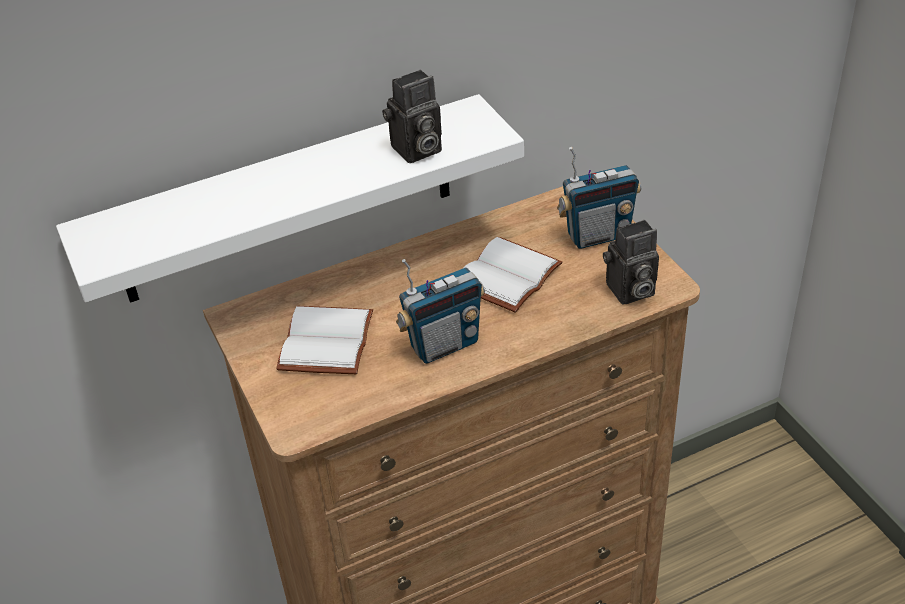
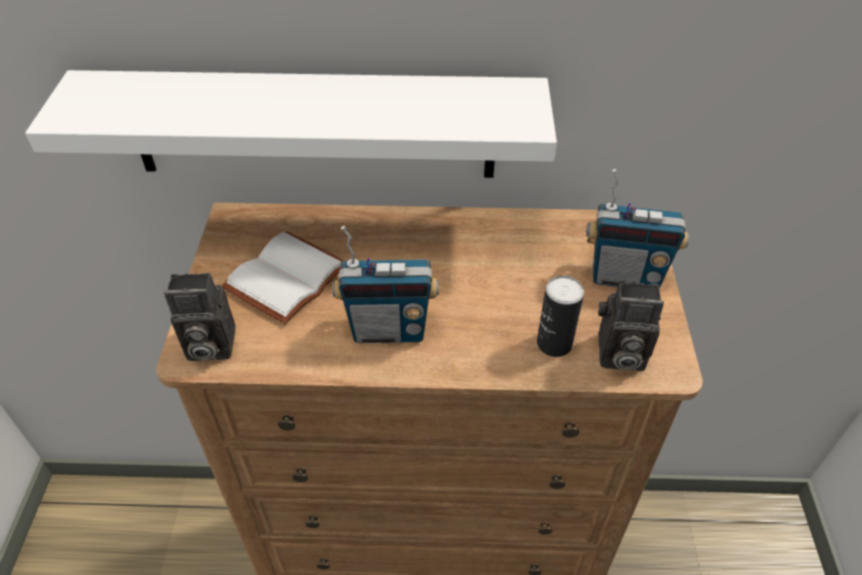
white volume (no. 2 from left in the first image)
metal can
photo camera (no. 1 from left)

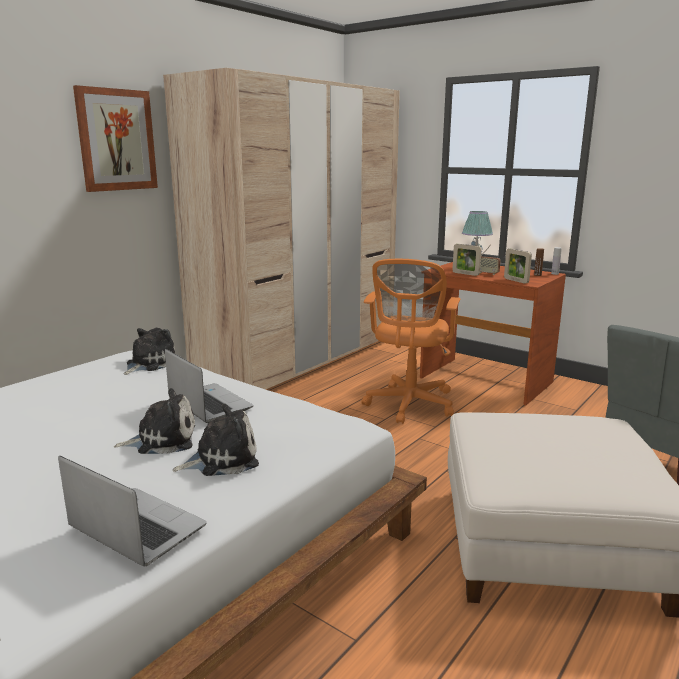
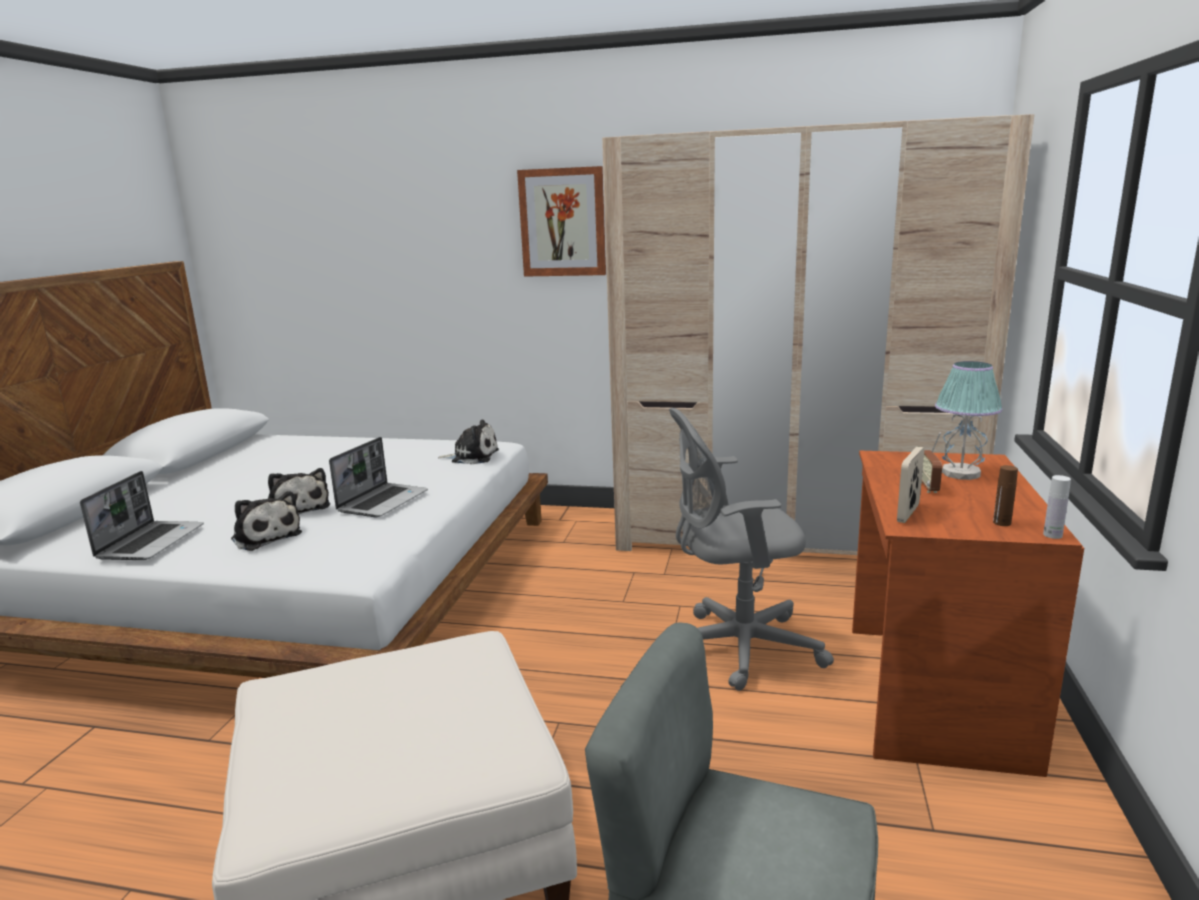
picture frame (no. 1 from left in the first image)
greyish desk chair

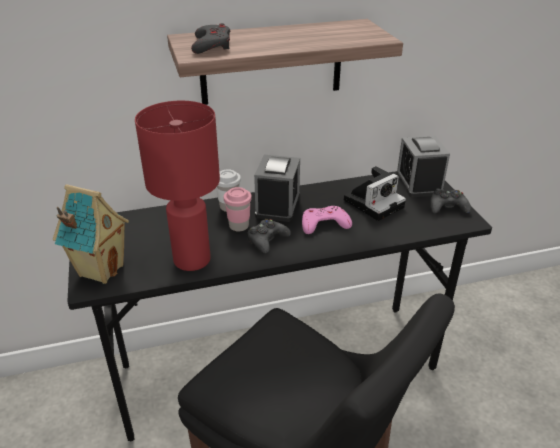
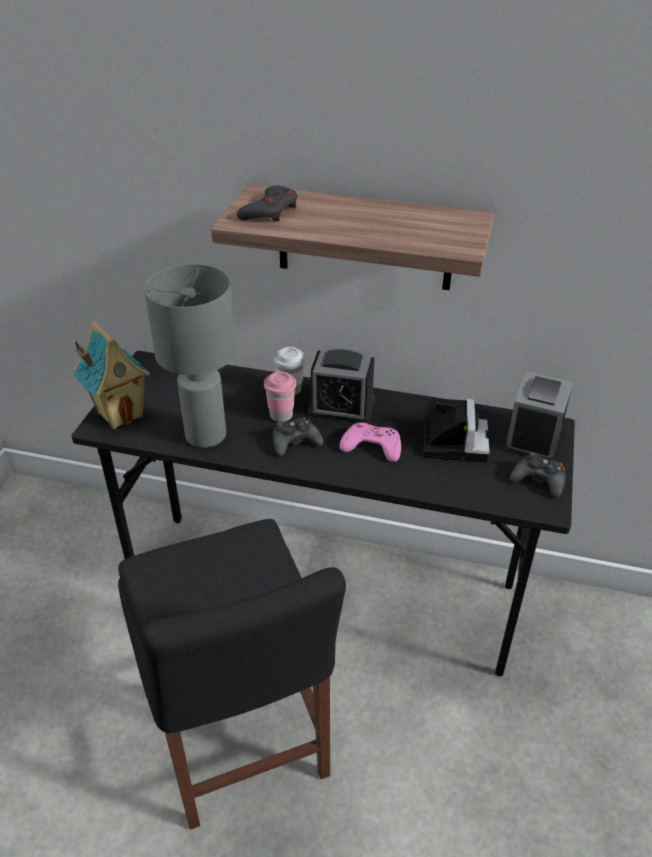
greyish tabletop lamp
table clock (no. 1 from left)
photo camera

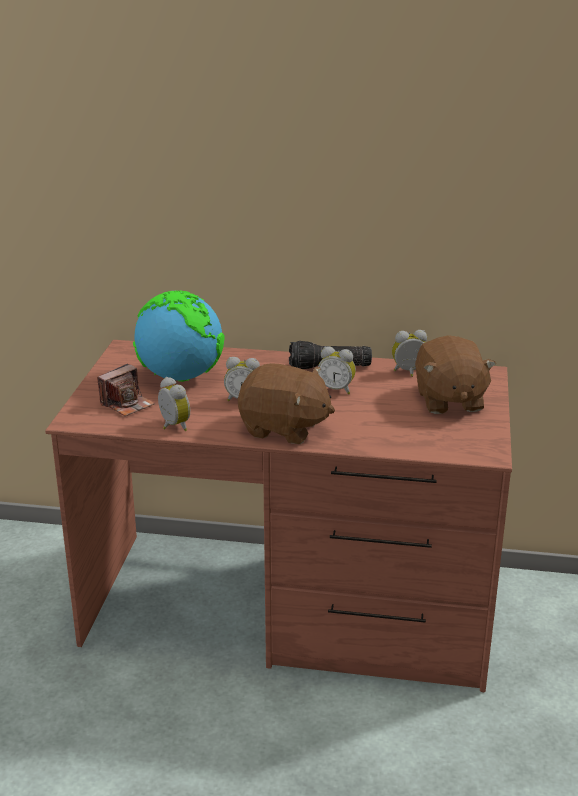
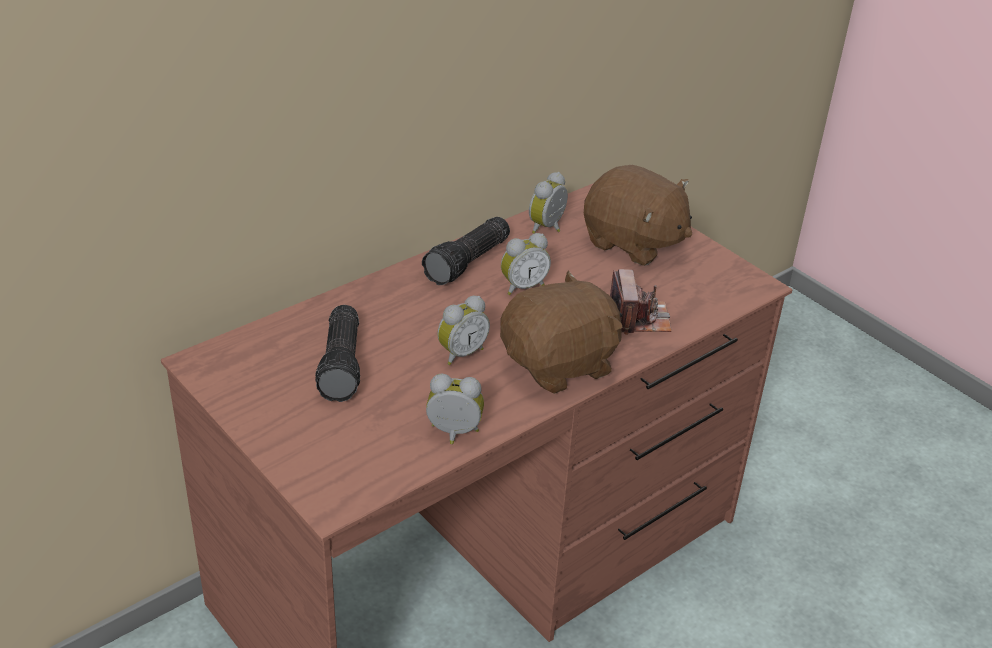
photo camera
hand torch (no. 1 from left)

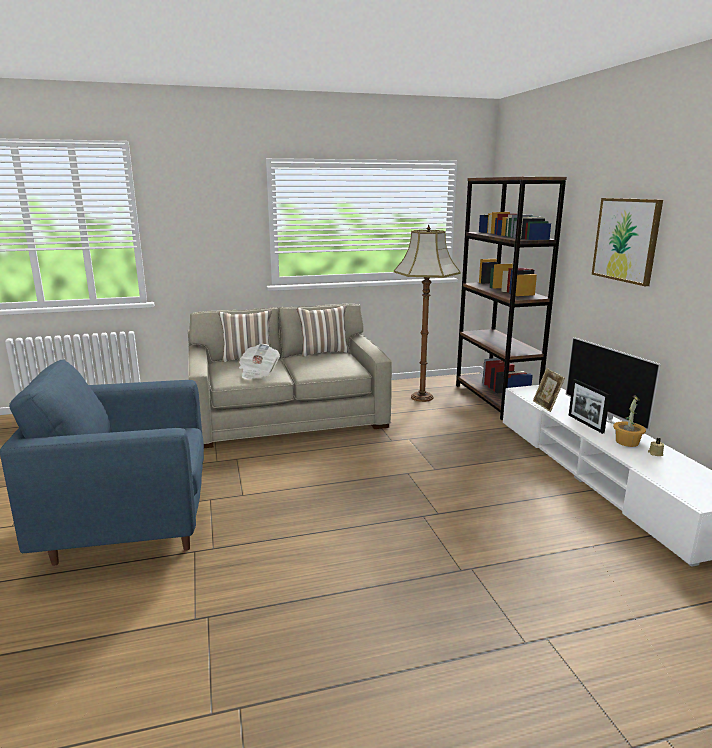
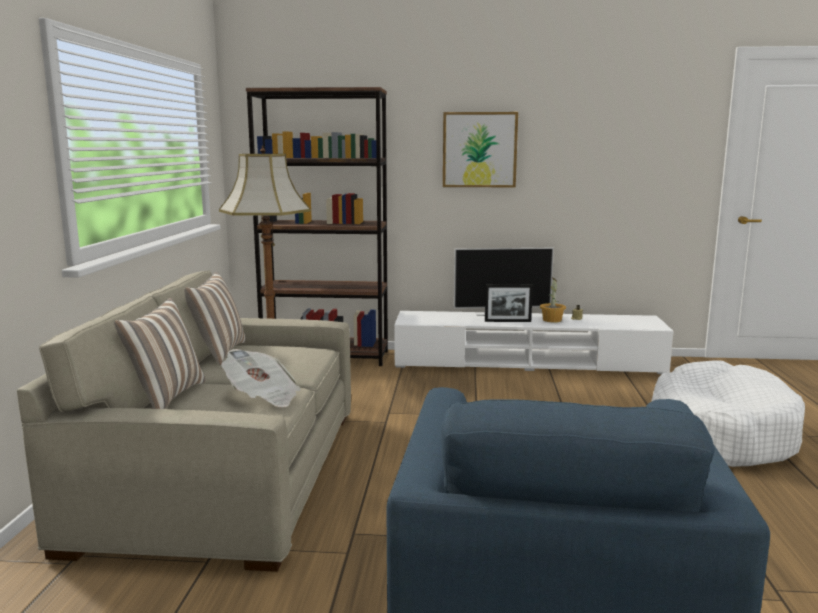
picture frame (no. 1 from left in the first image)
white dog cushion

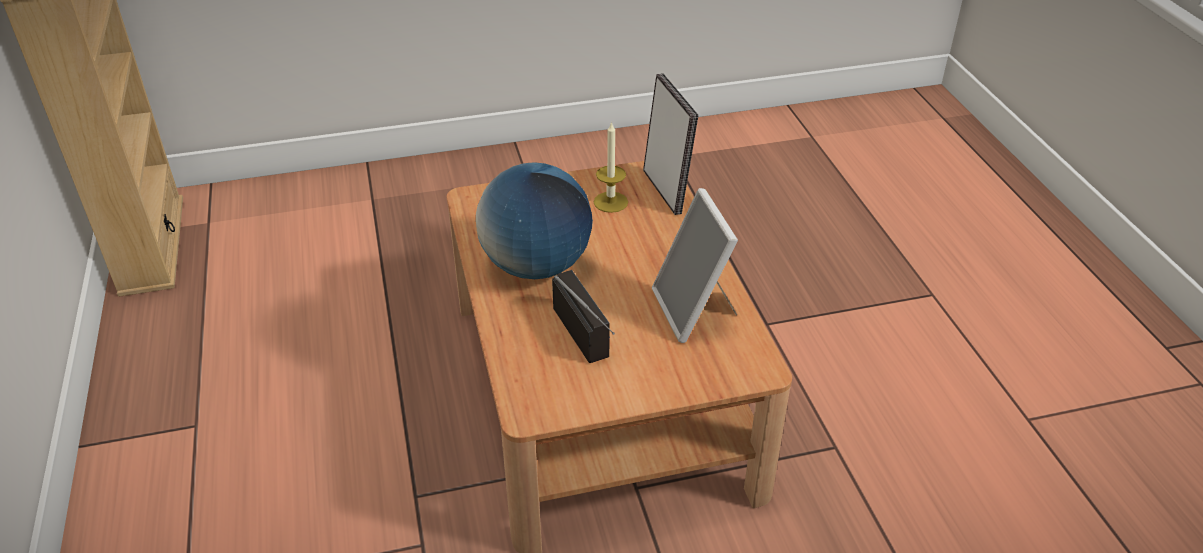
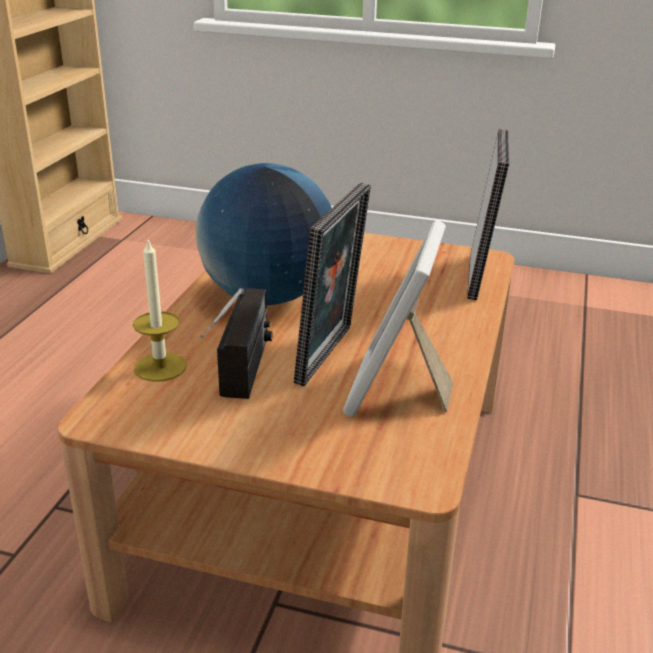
picture frame (no. 1 from left)
wax candle

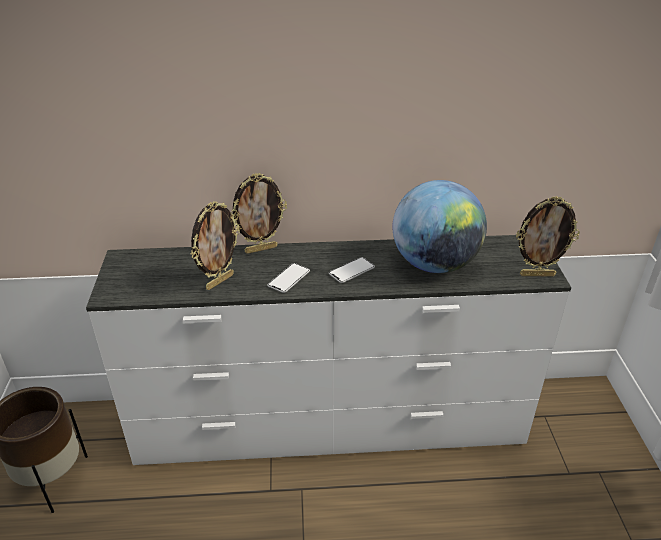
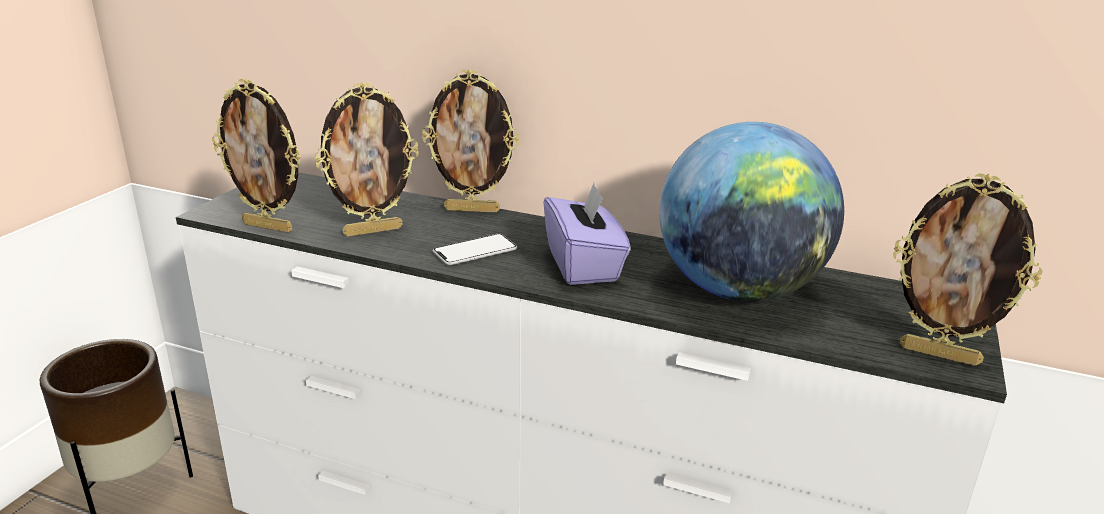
picture frame (no. 1 from left)
purple box of tissues

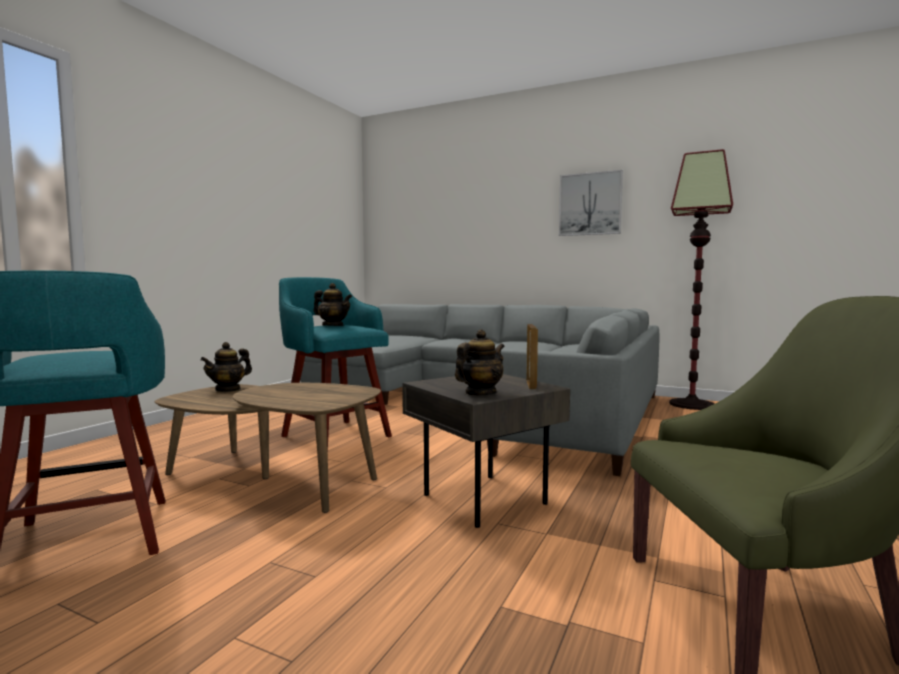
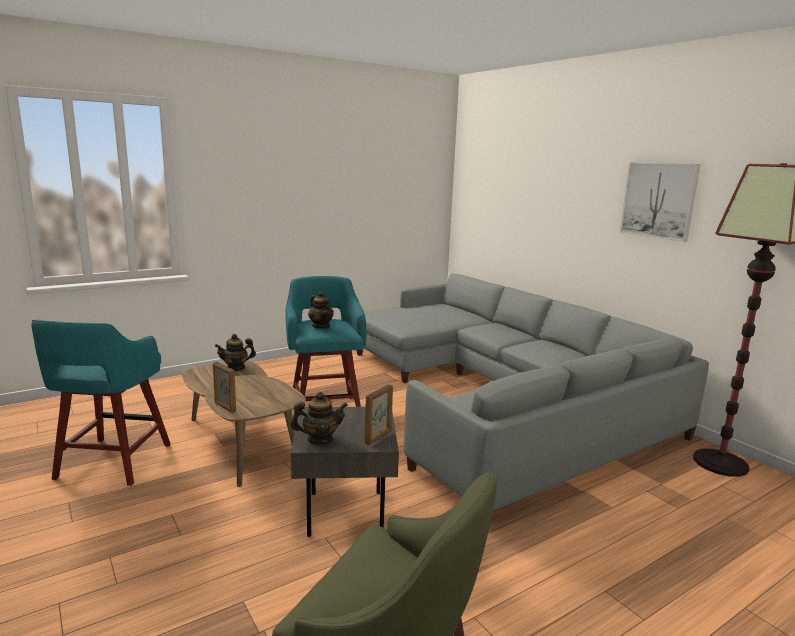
picture frame (no. 1 from left)

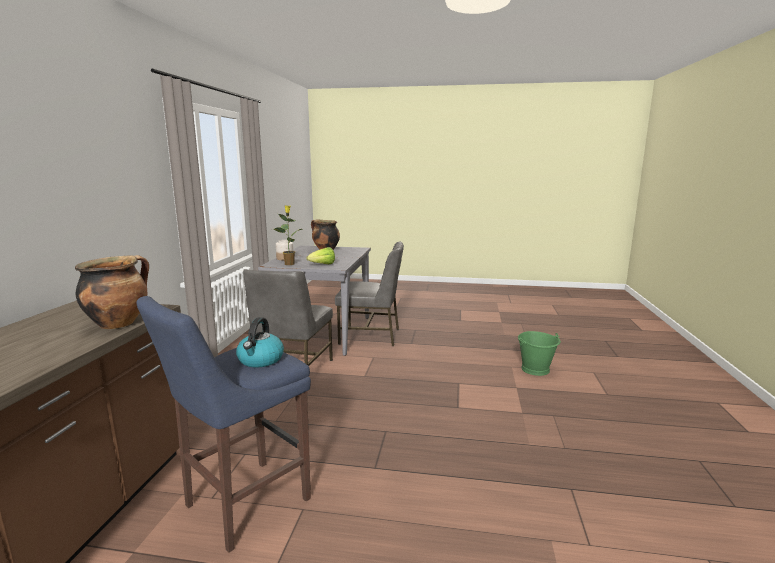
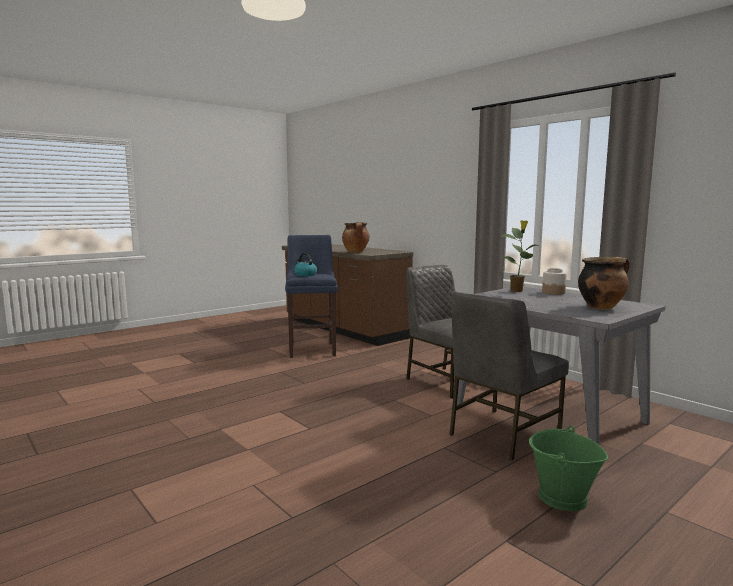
lettuce head
green-coloured water bucket

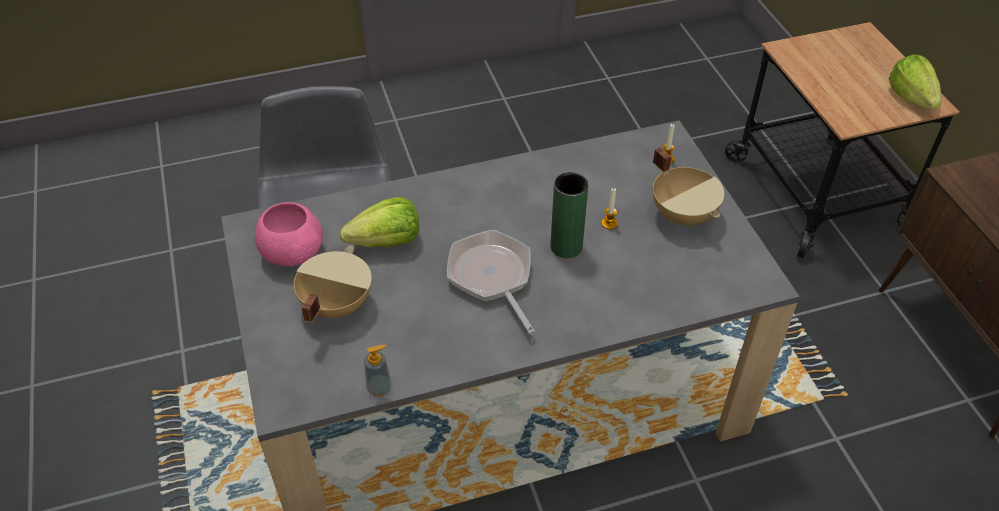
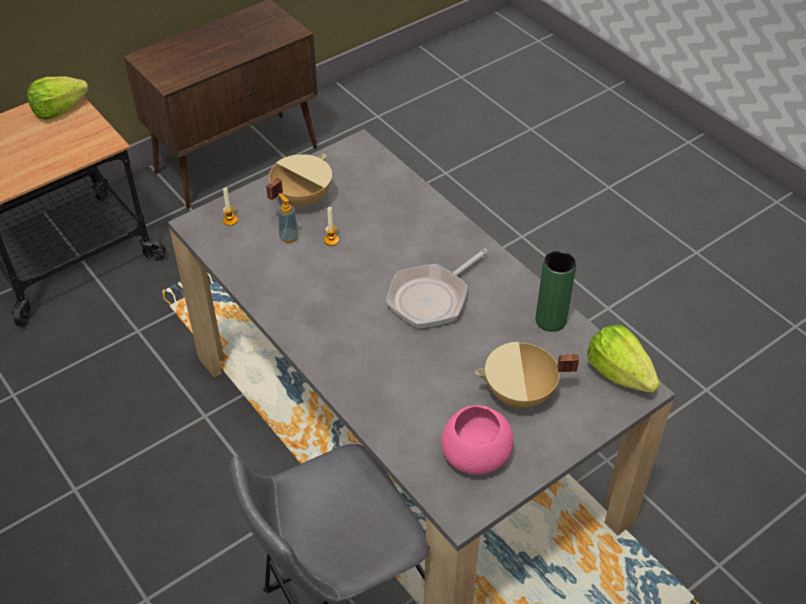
lettuce head (no. 2 from left)
liquid soap bottle
green-coloured decorative vase

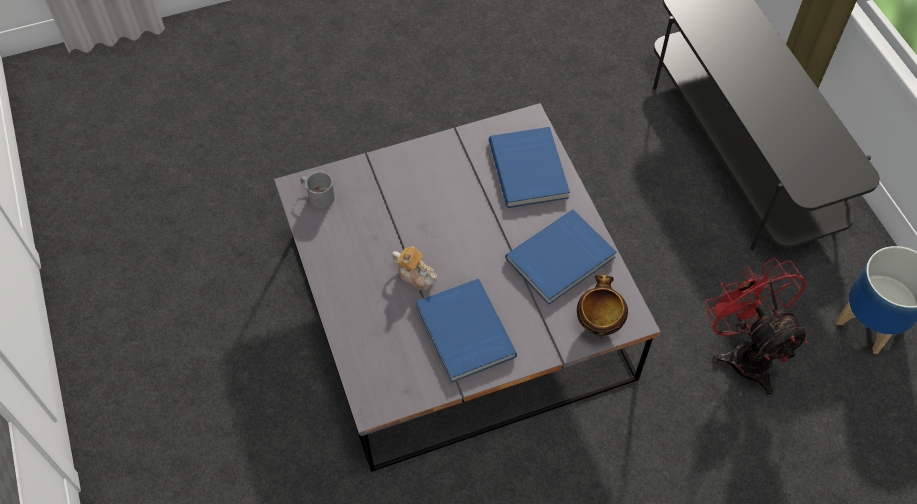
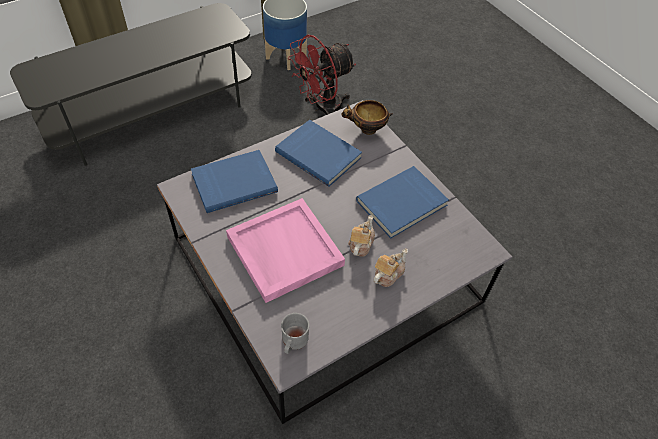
pinkish carrying tray
tea pot (no. 2 from left)

